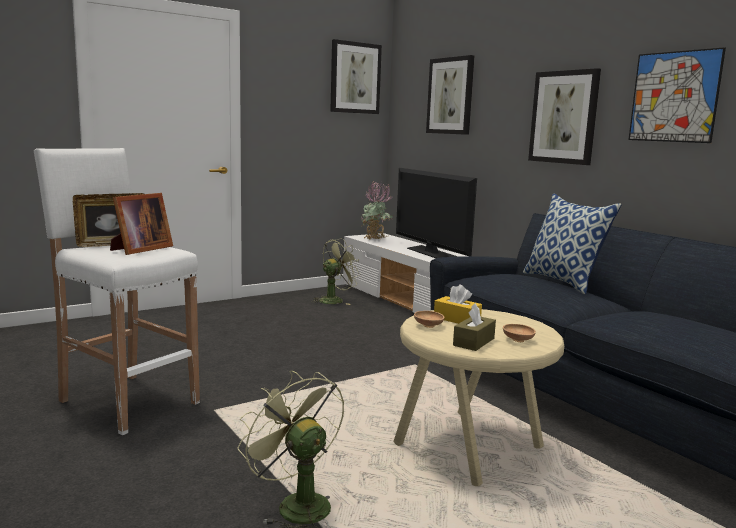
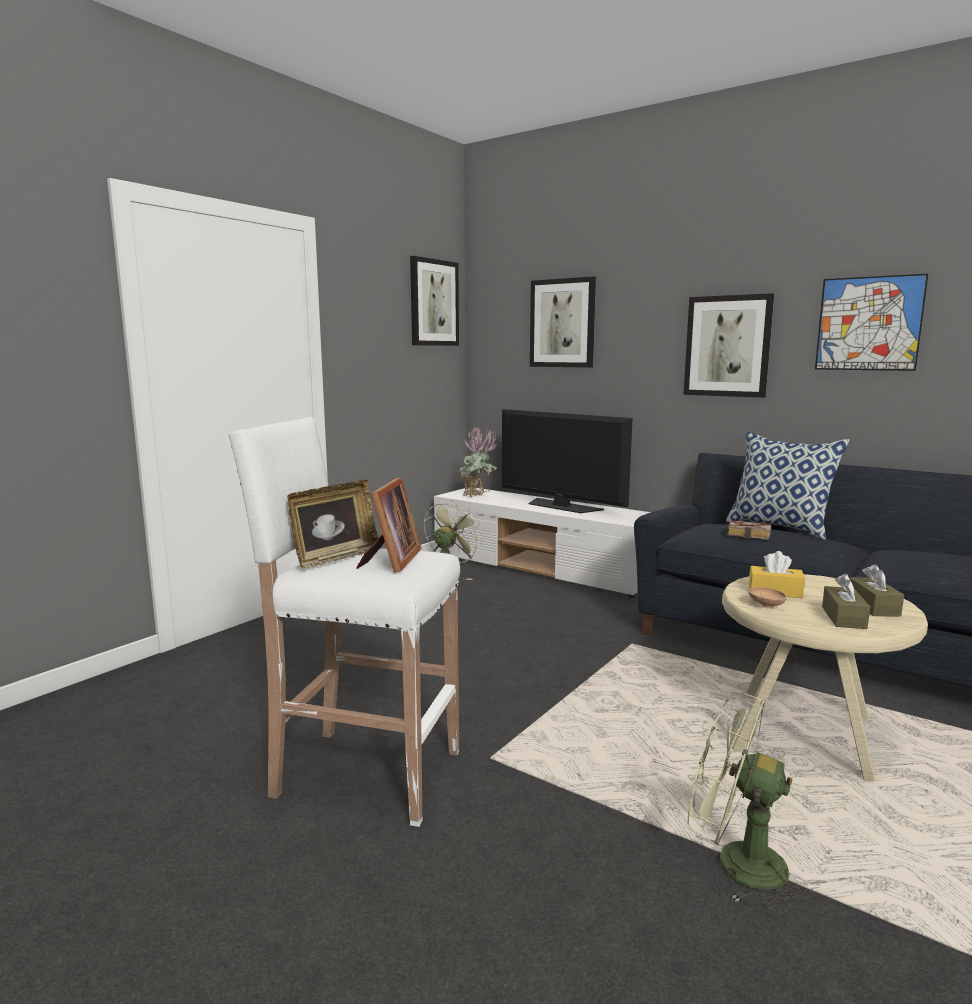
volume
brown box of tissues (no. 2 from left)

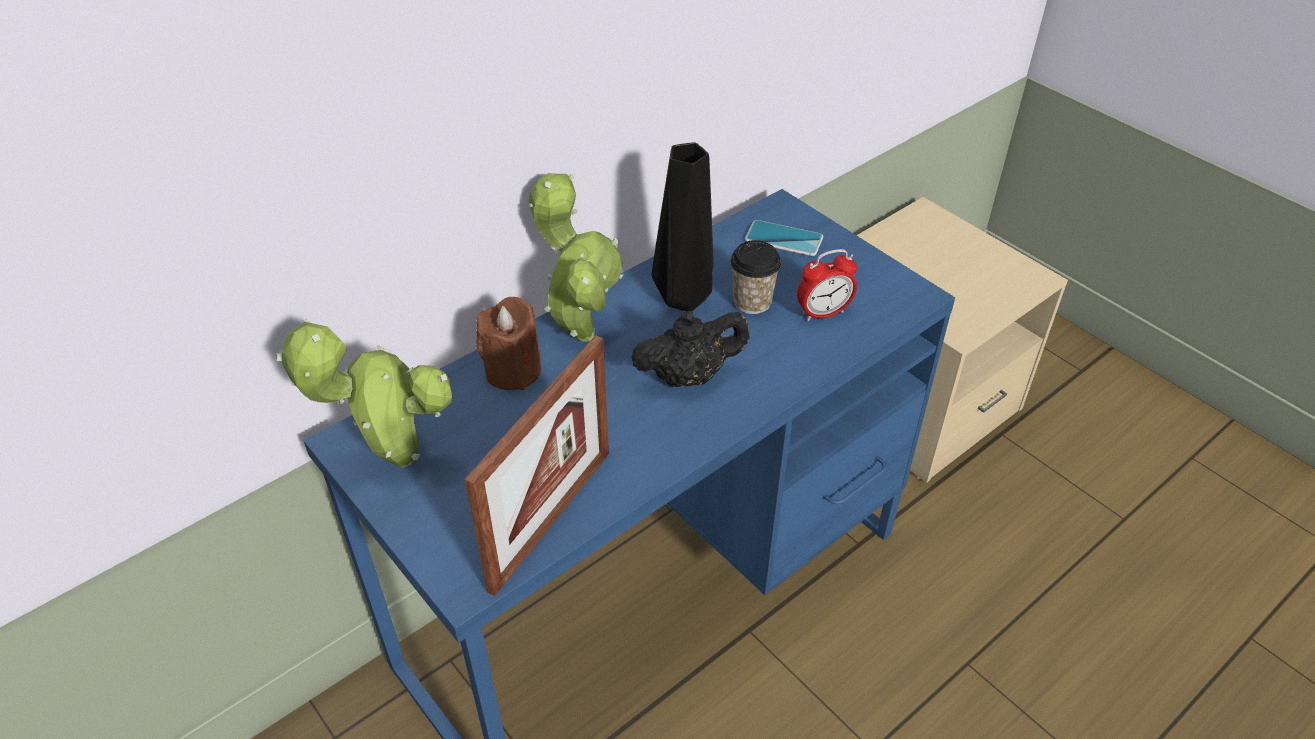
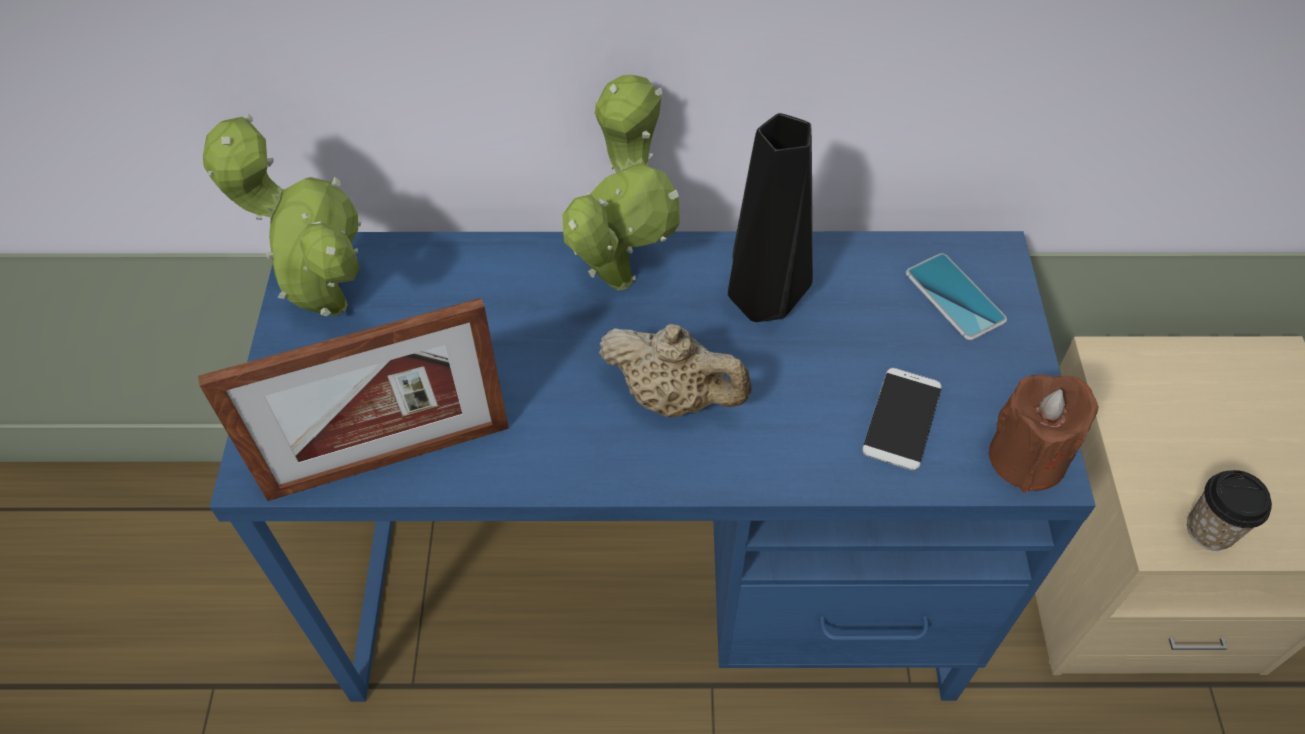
brown wax candle
small cup
handset (no. 1 from left)
sand-coloured tea pot

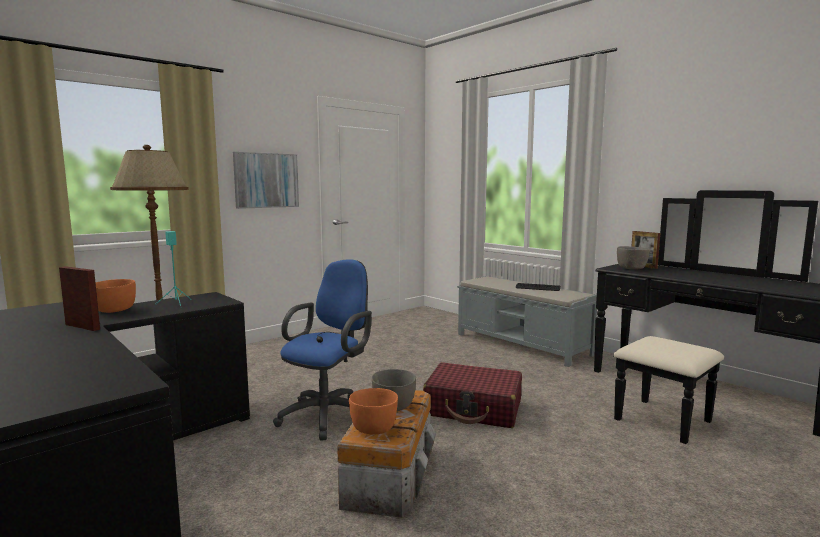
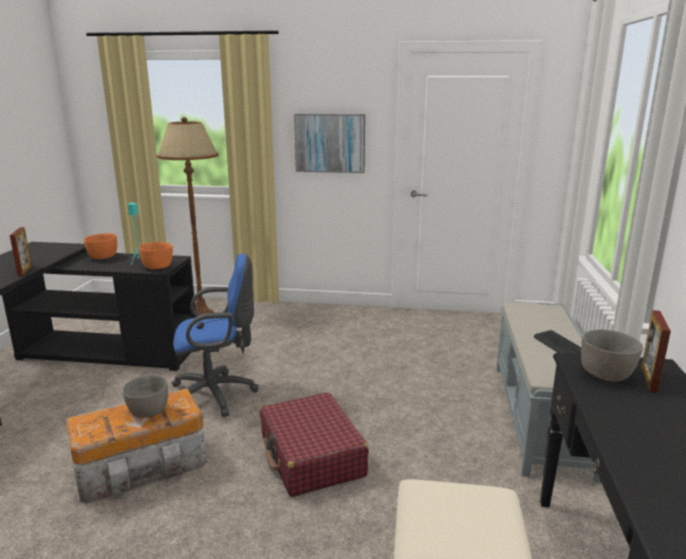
orangey deep dish (no. 2 from left)

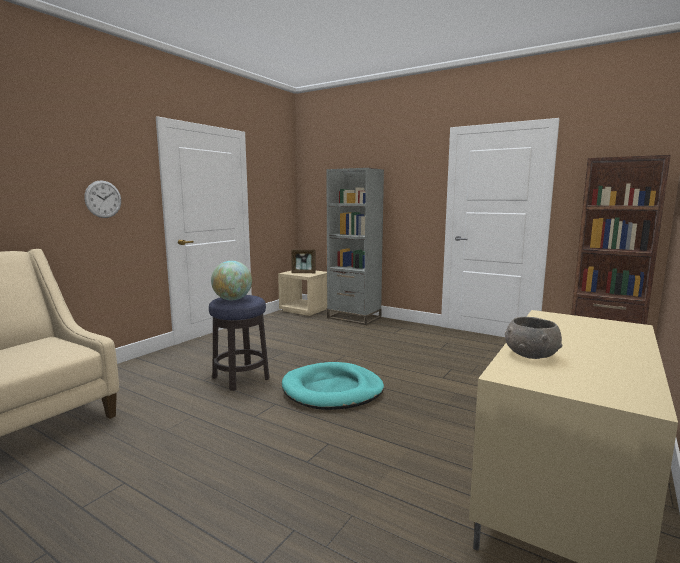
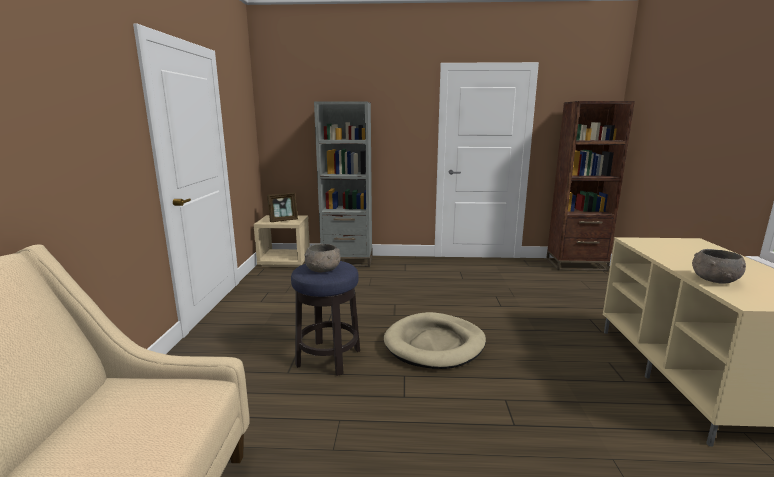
wall clock
greyish deep dish (no. 1 from left)
sand-coloured dog cushion

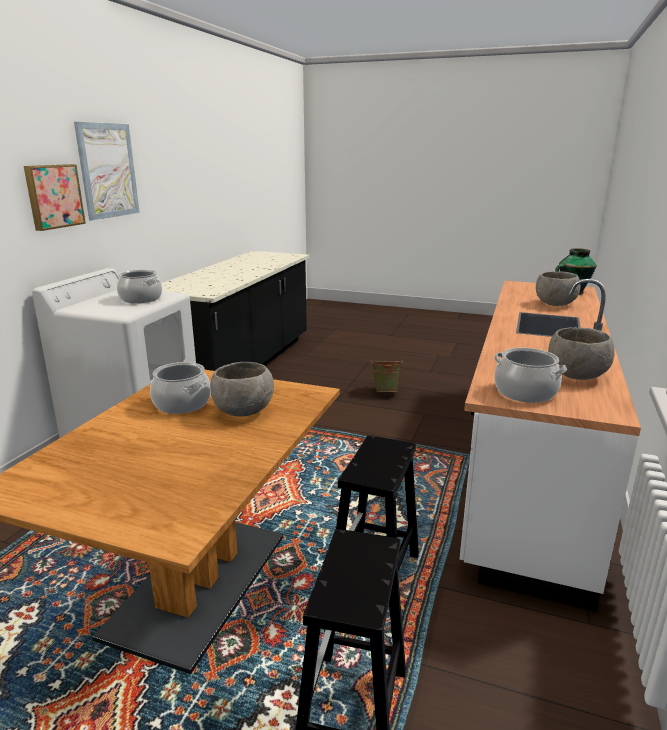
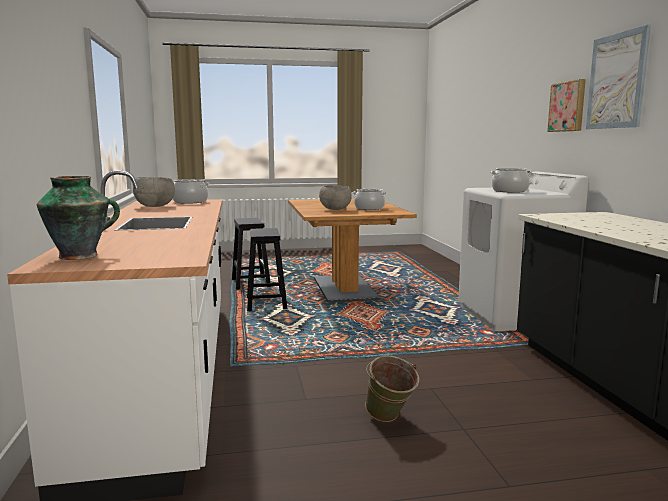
greyish deep dish (no. 2 from left in the first image)

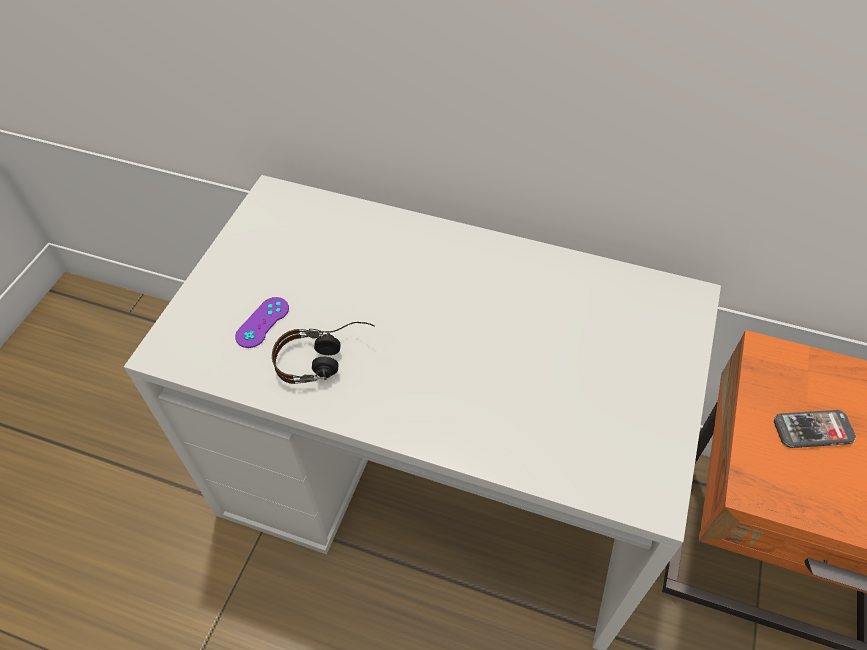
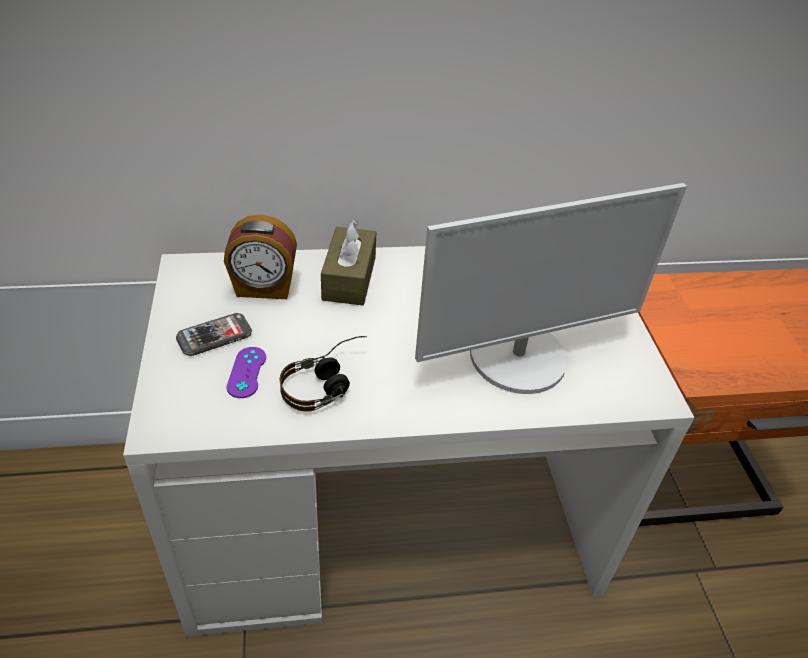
table clock
brown box of tissues
computer screen
handset

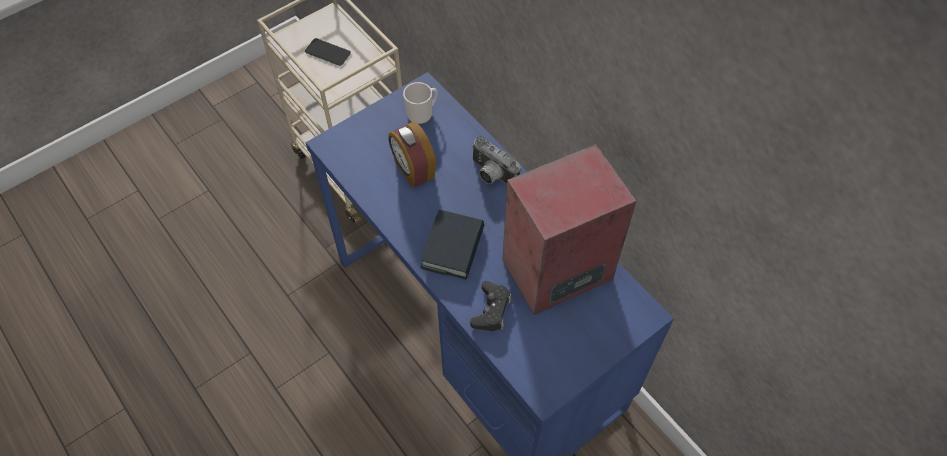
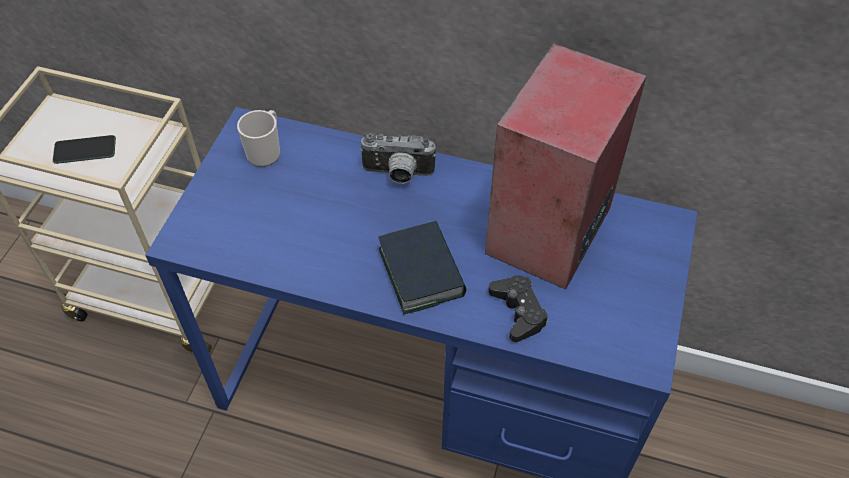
table clock

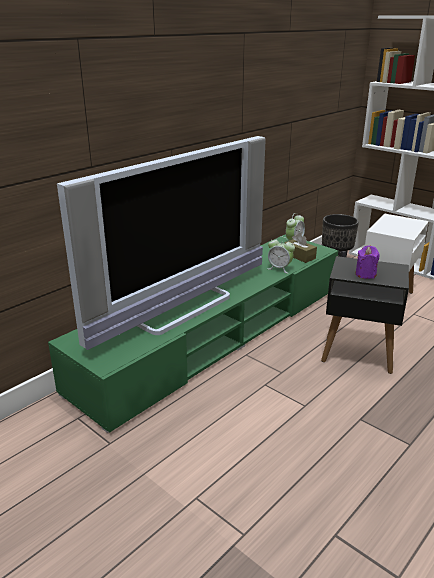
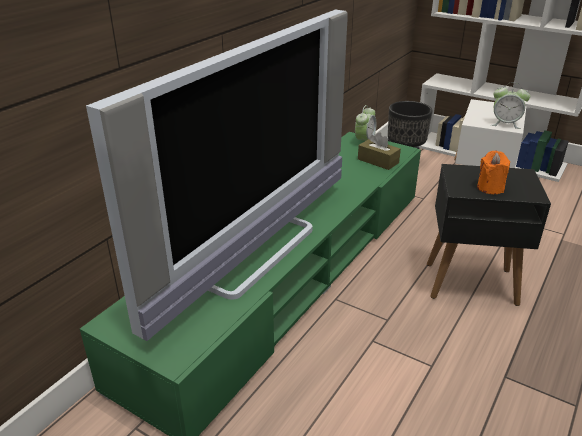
table clock (no. 2 from left)
orangey wax candle

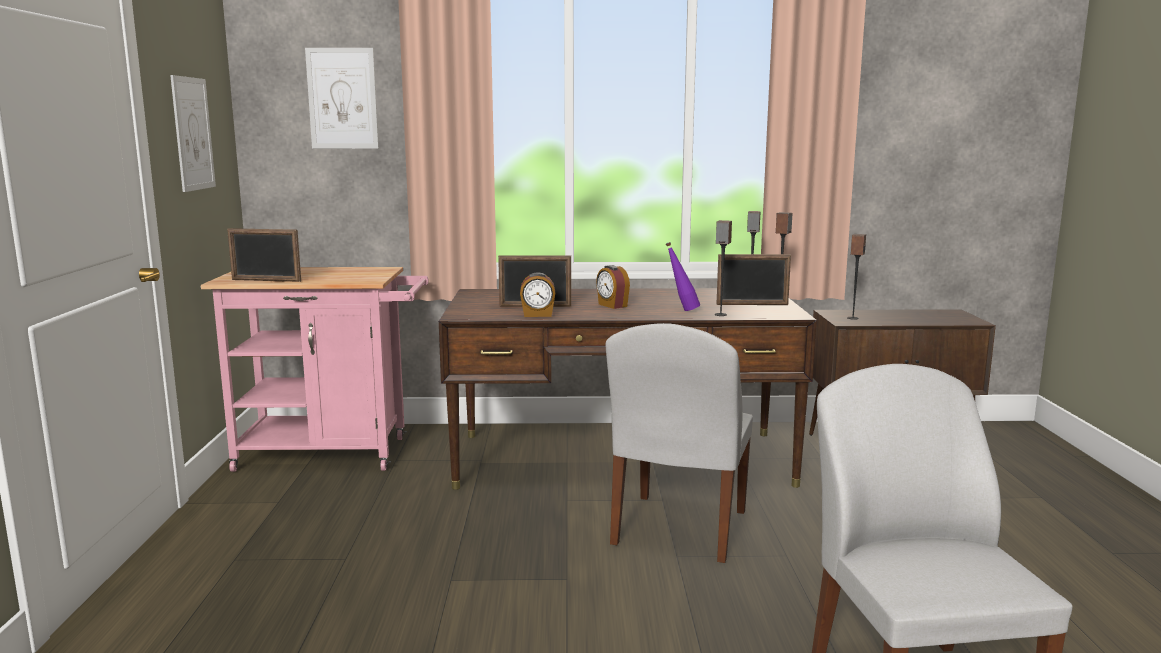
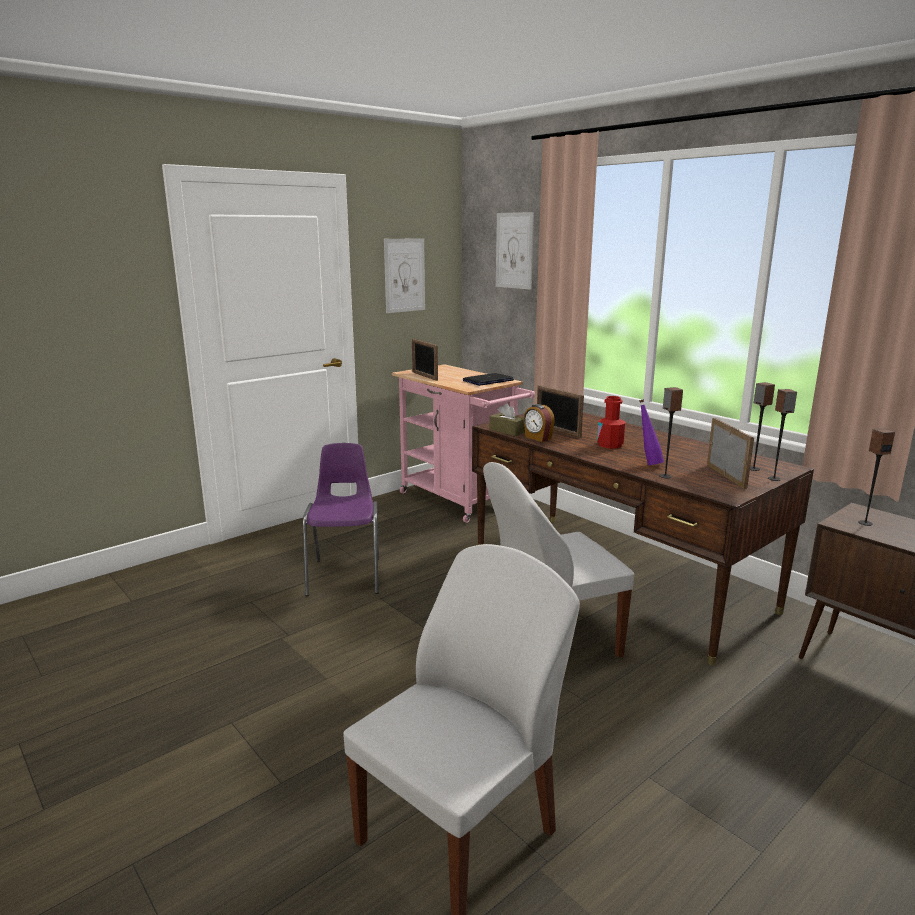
purple plain chair
notebook computer
brown box of tissues
reddish drink bottle
picture frame (no. 3 from left)

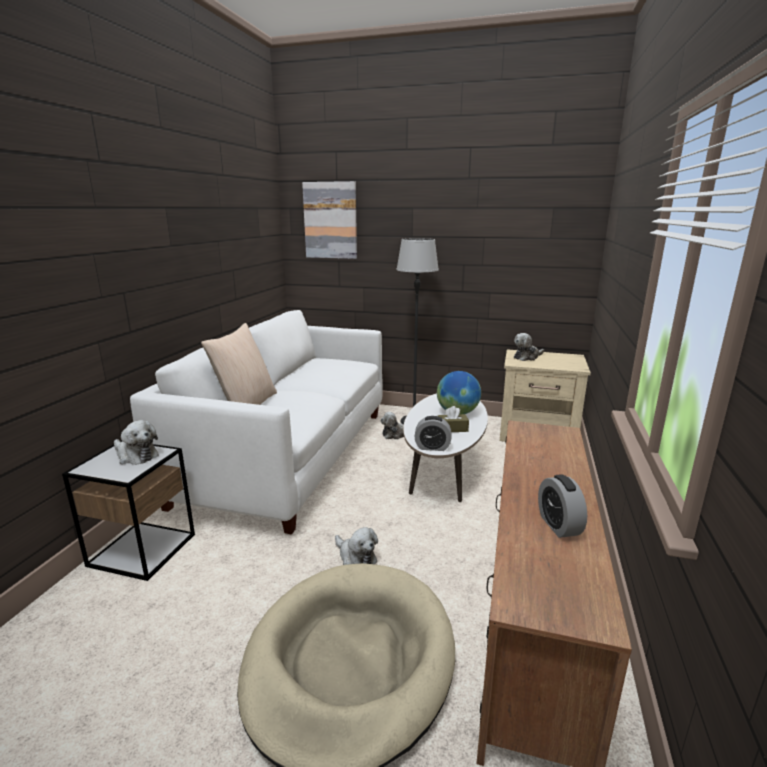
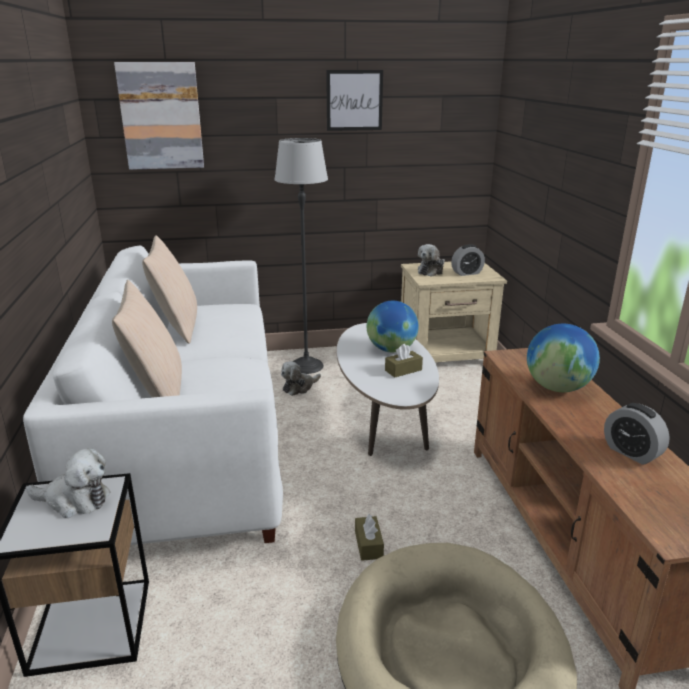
sand-coloured pillow (no. 2 from left)
picture (no. 2 from left)
world globe (no. 2 from left)
table clock (no. 1 from left)
brown box of tissues (no. 1 from left)

